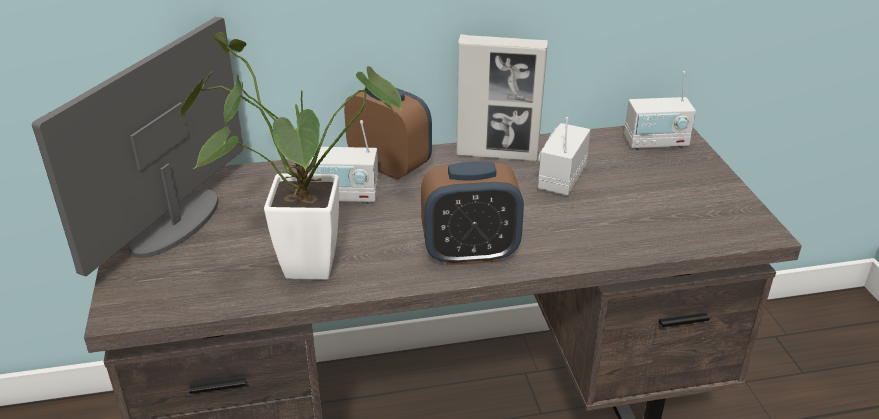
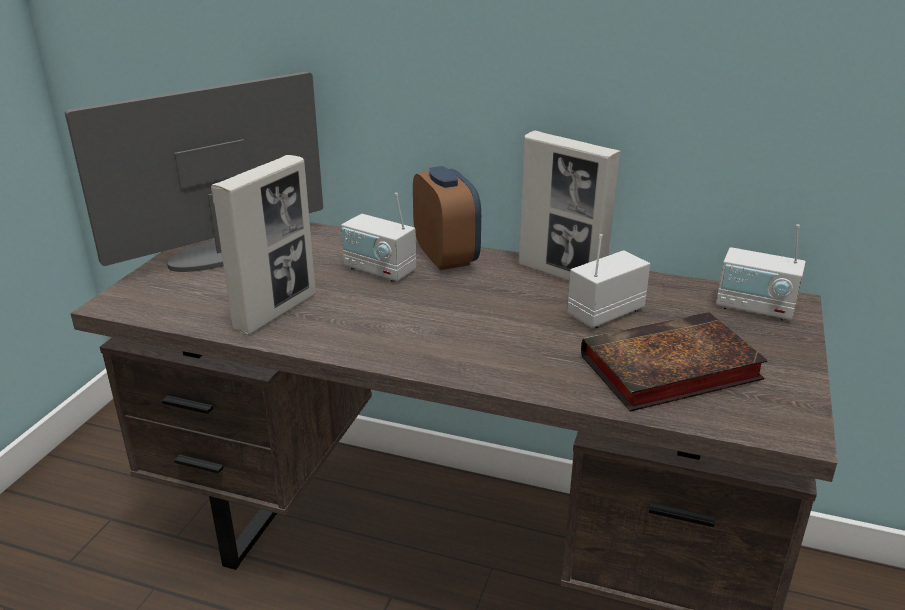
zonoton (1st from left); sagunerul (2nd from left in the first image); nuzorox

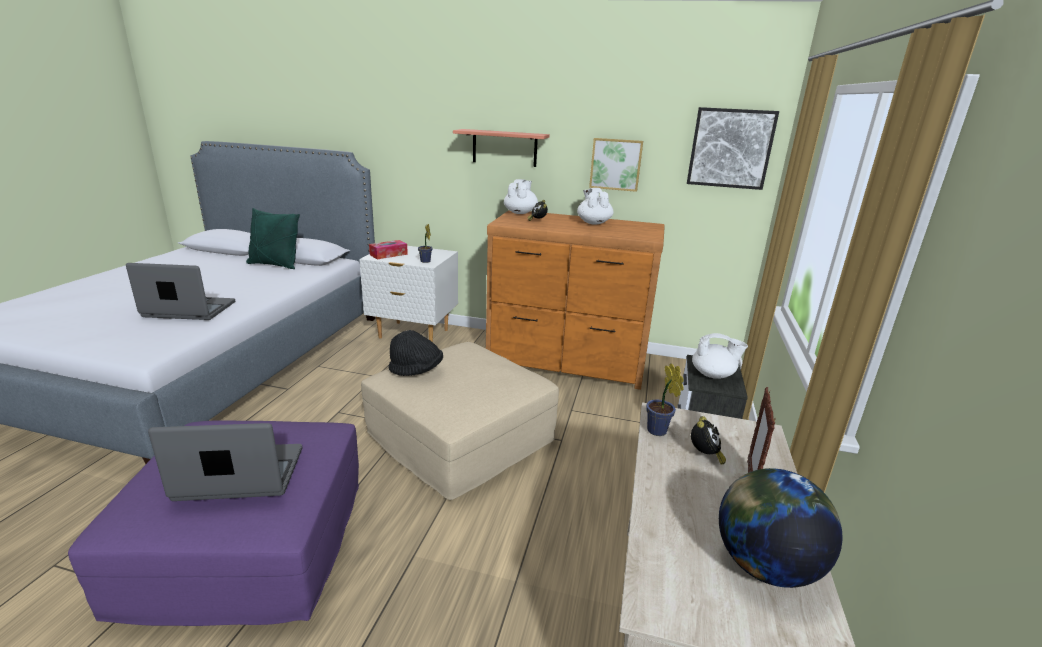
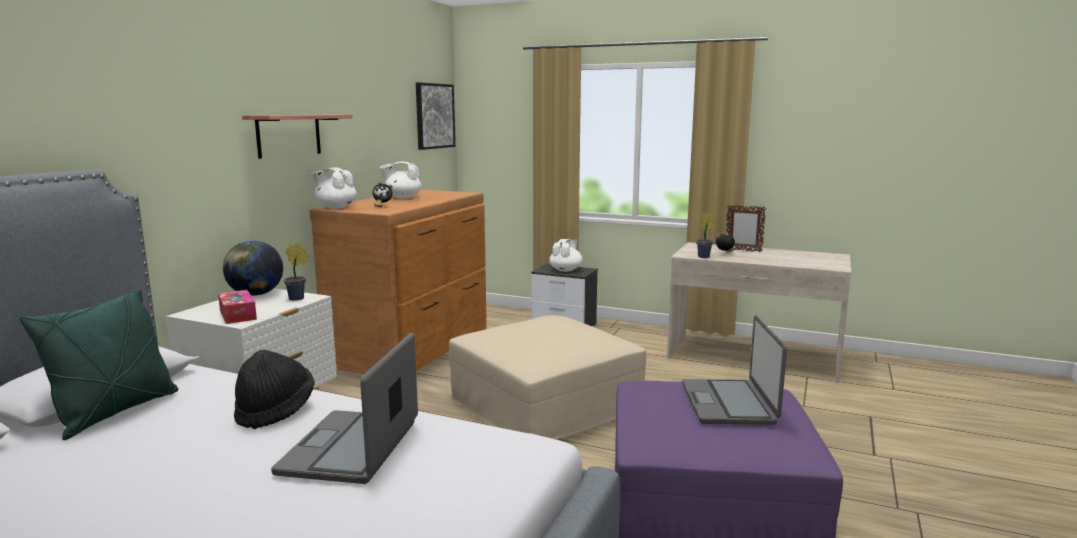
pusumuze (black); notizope (1st from left in the first image); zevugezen

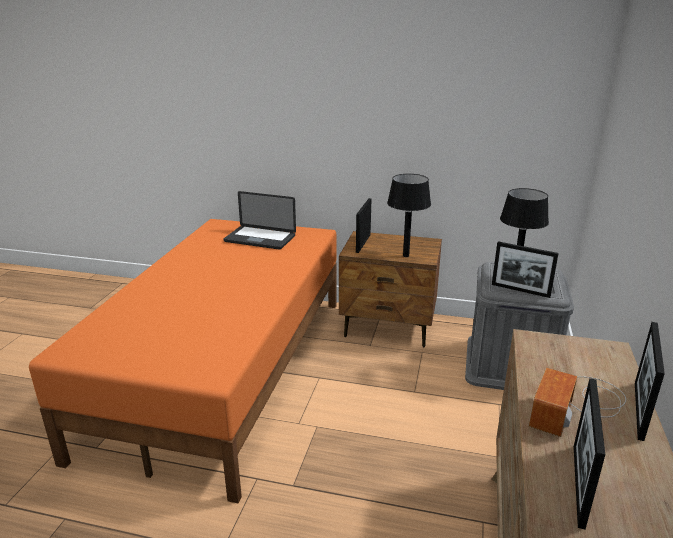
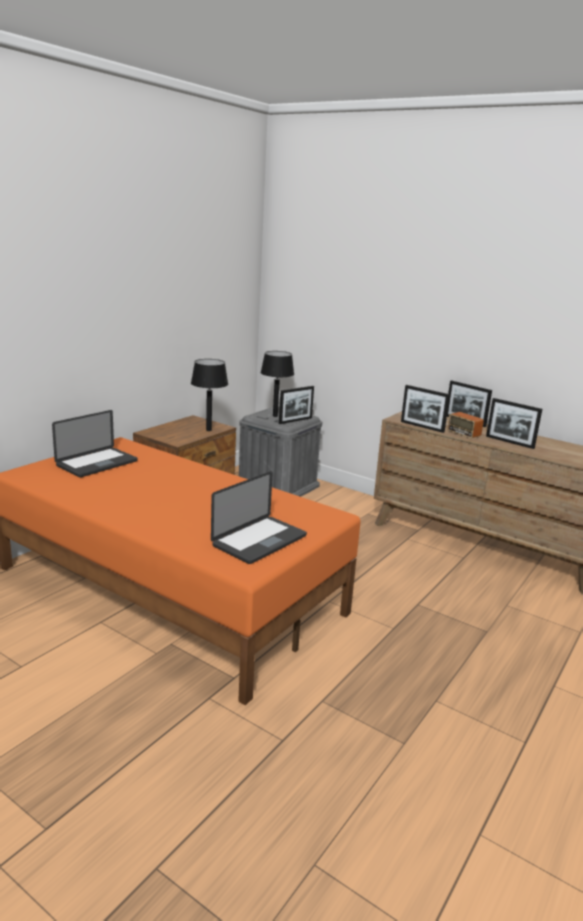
zonoton (2nd from left); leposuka (2nd from left)

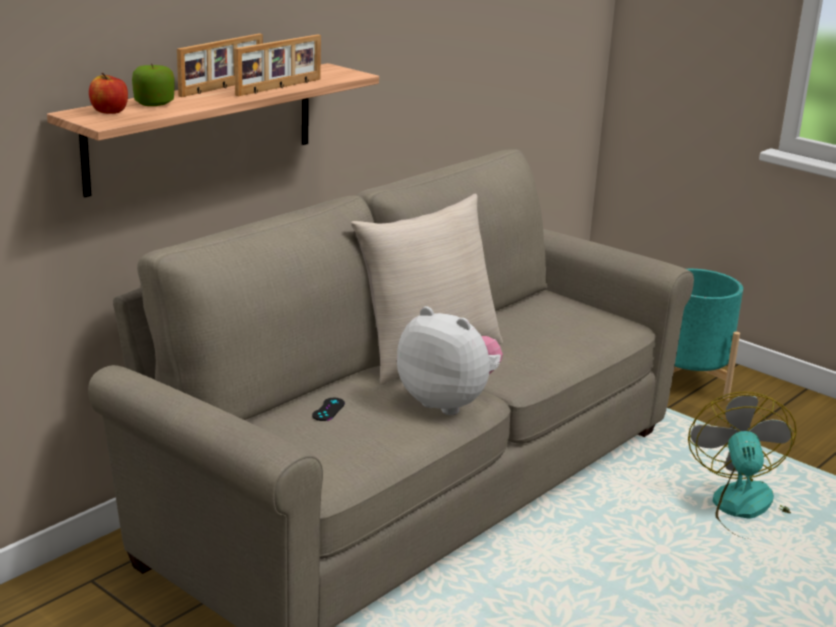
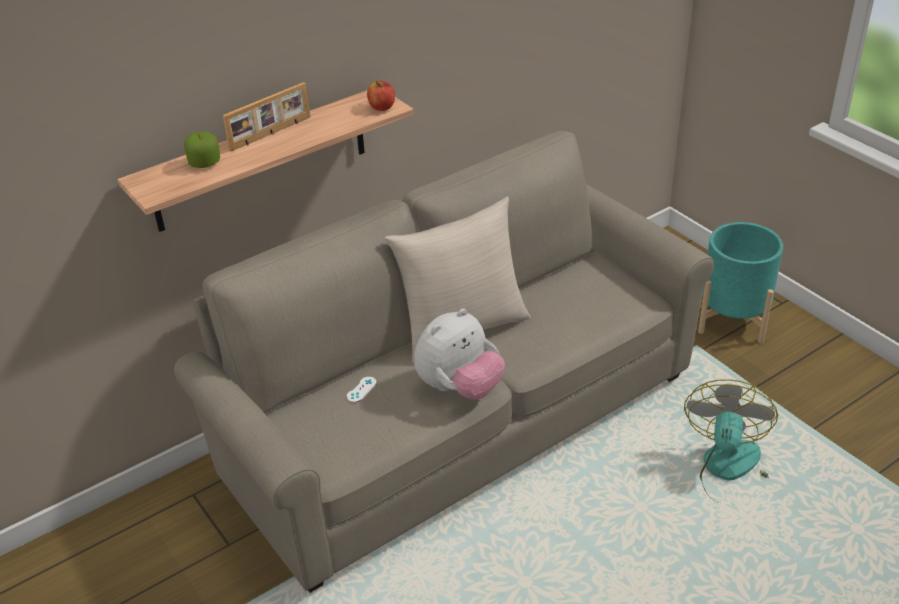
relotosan (2nd from left); zonoton (2nd from left in the first image); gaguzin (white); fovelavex

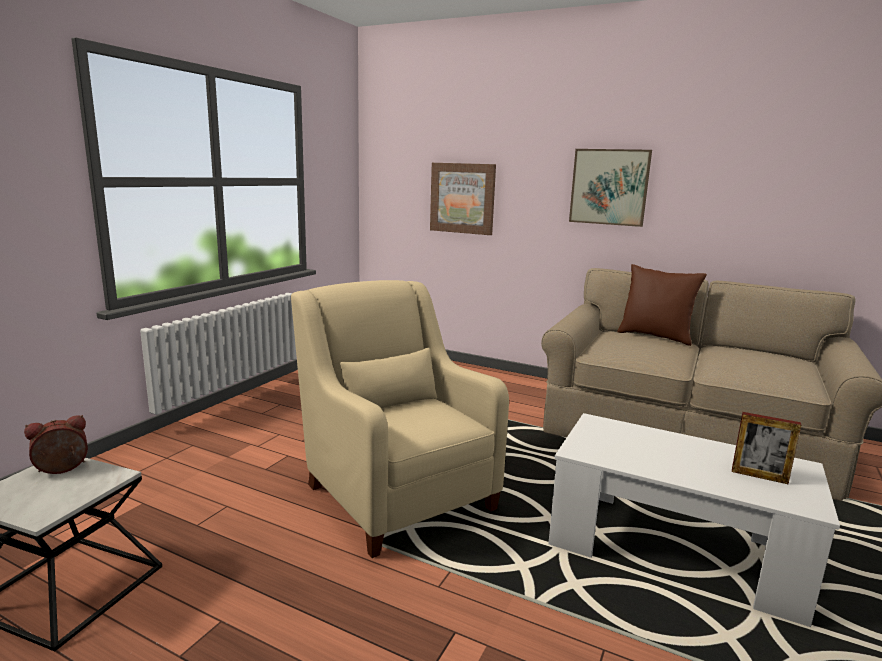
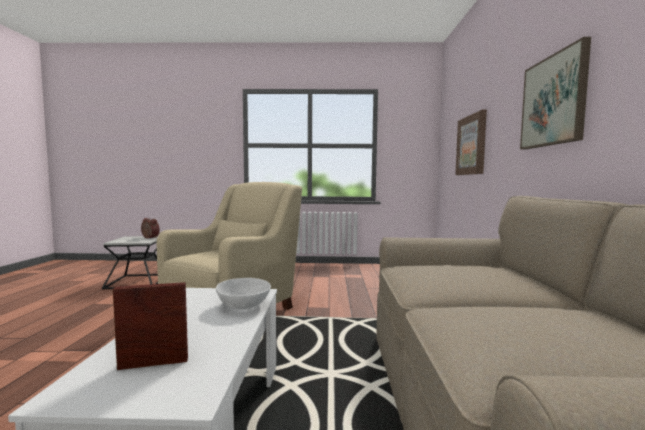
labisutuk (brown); zonoton; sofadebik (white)

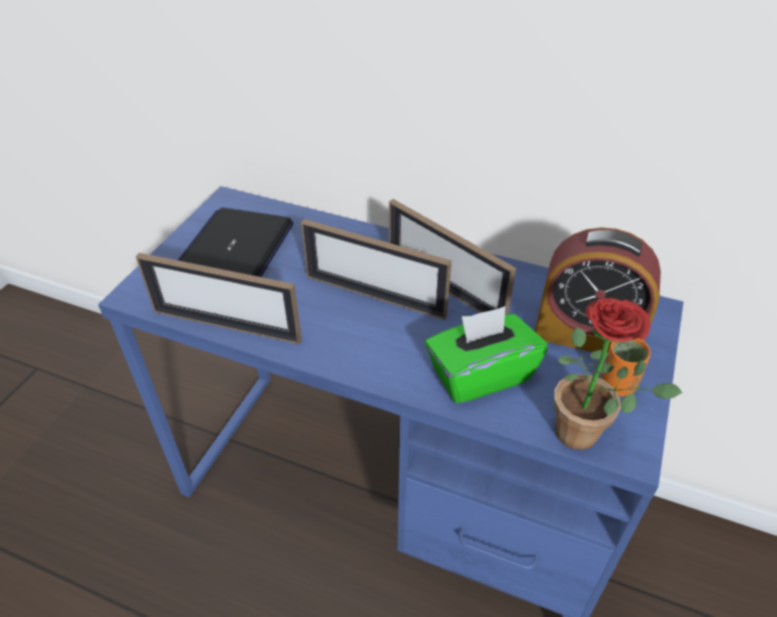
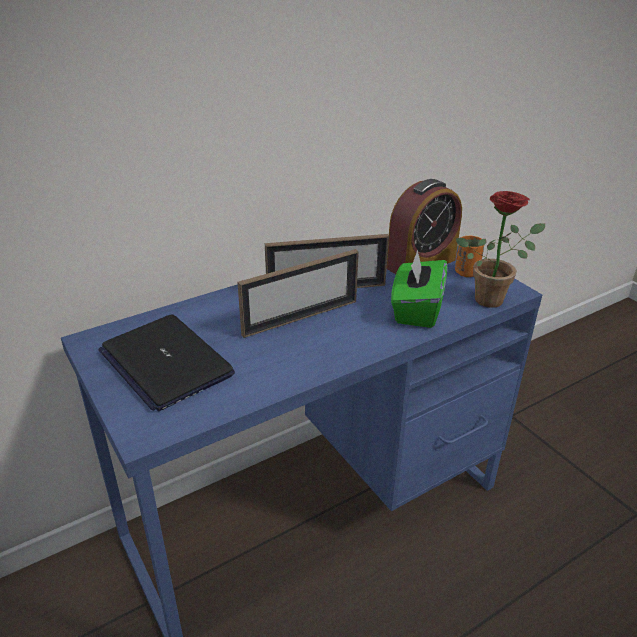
zonoton (1st from left in the first image)

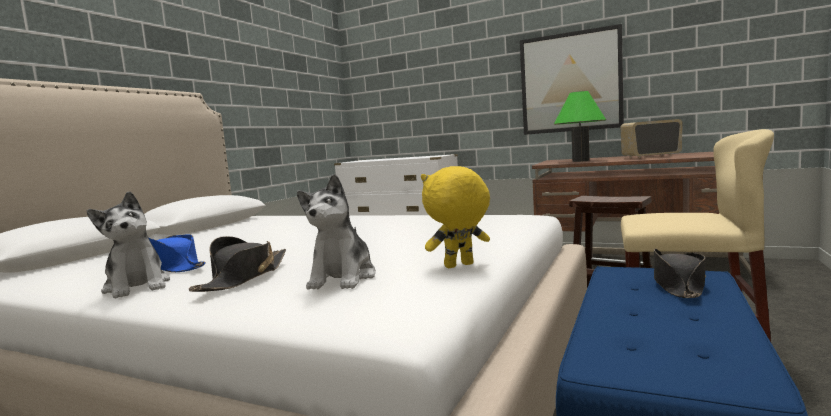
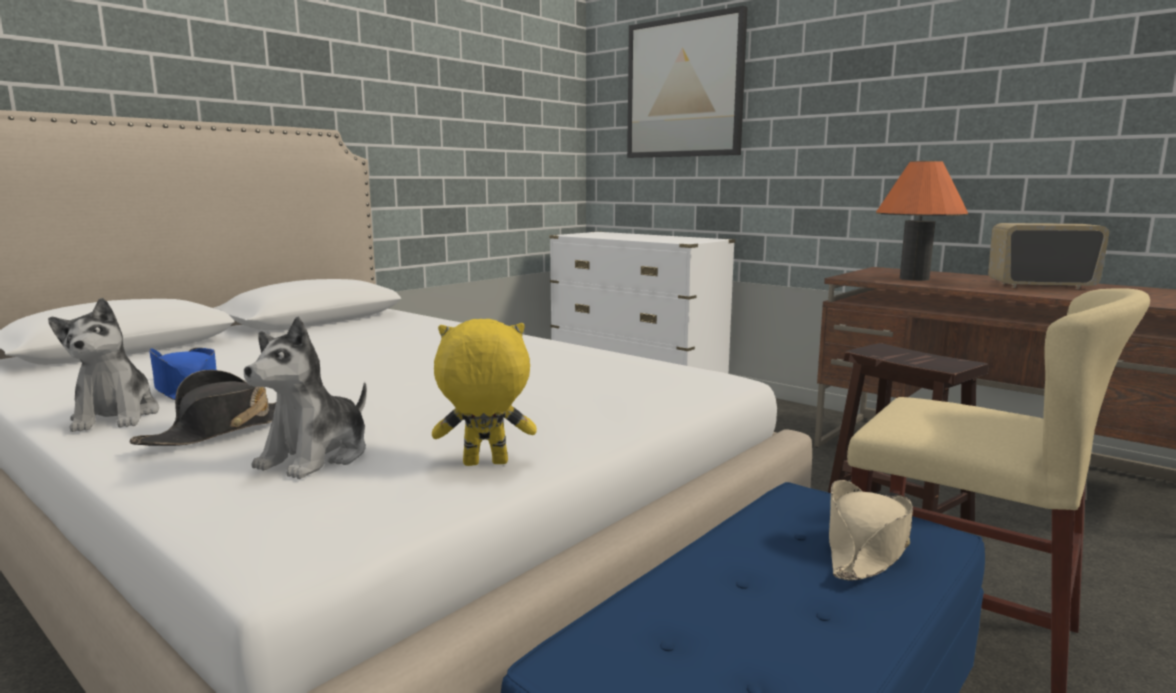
notizope; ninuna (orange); pusumuze (beige)

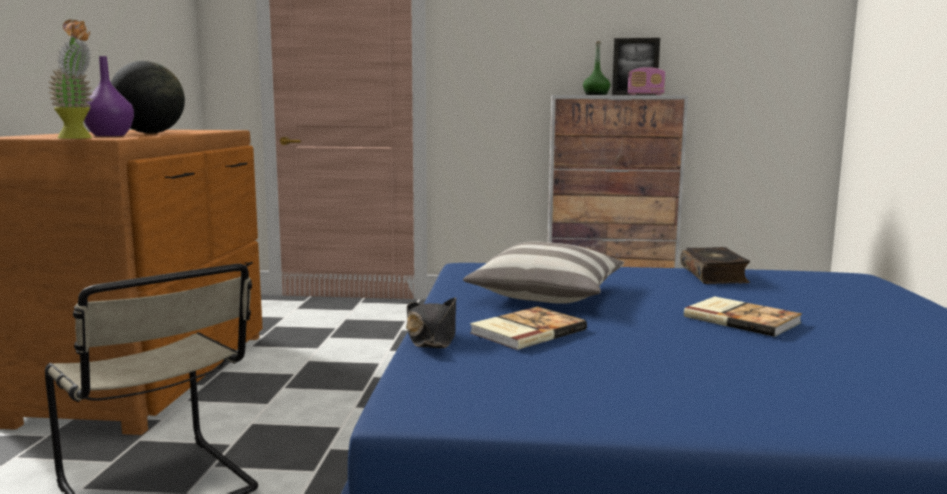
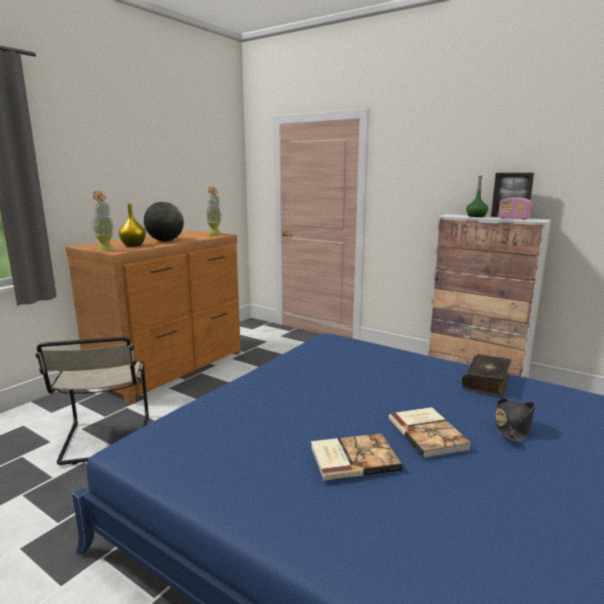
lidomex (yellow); pusumuze (black); labisutuk; nuzorox (1st from left); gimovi (2nd from left)

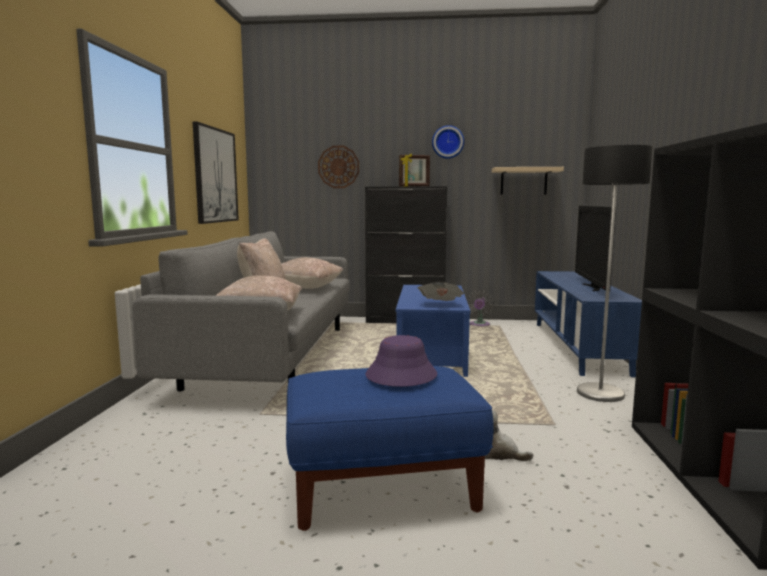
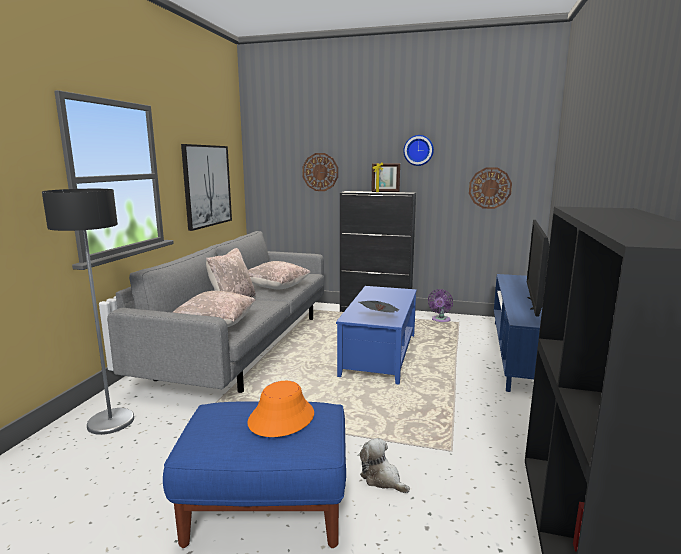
pusumuze (orange); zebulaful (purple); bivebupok (3rd from left); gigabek

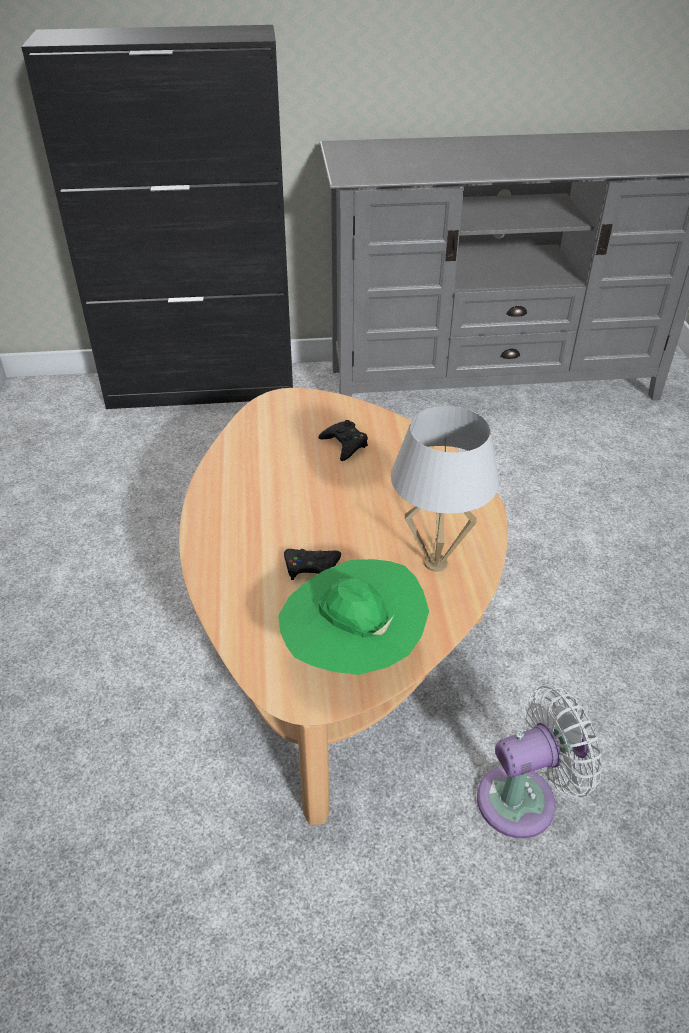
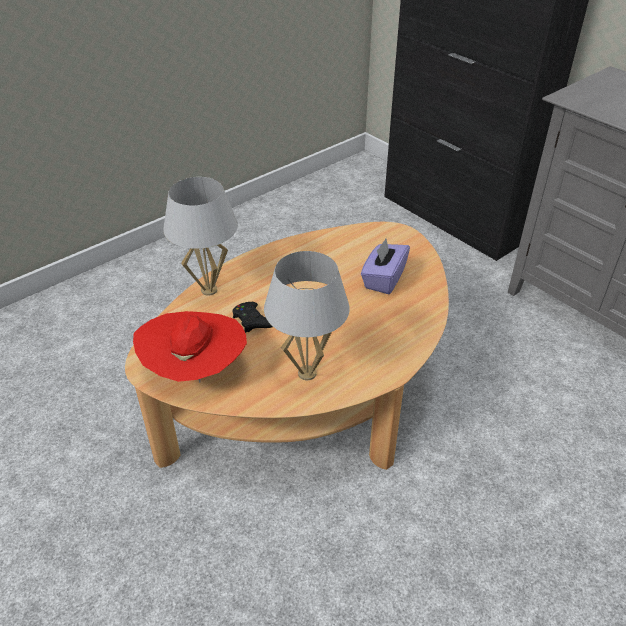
pusumuze (red); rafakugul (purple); zebulaful (white); ninuna (white) (1st from left)

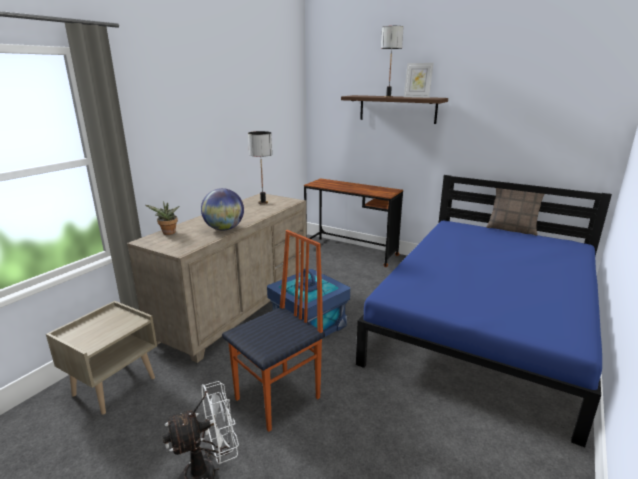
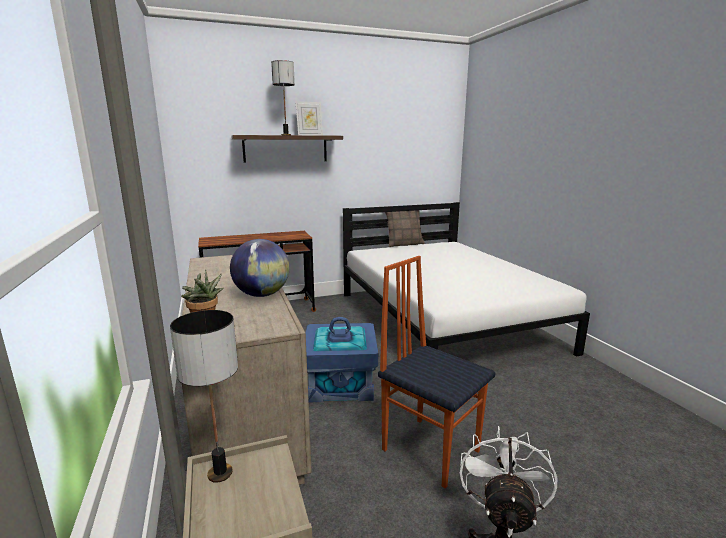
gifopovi; ninuna (1st from left); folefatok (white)

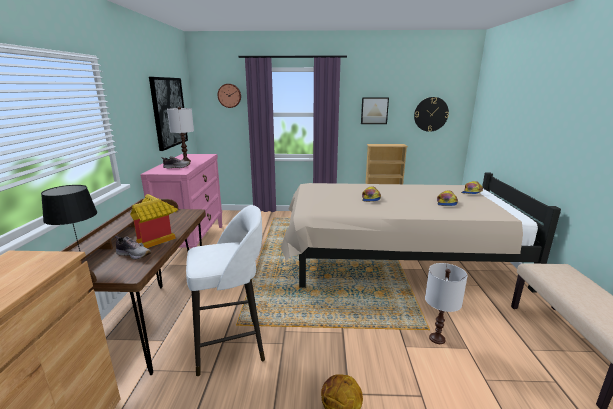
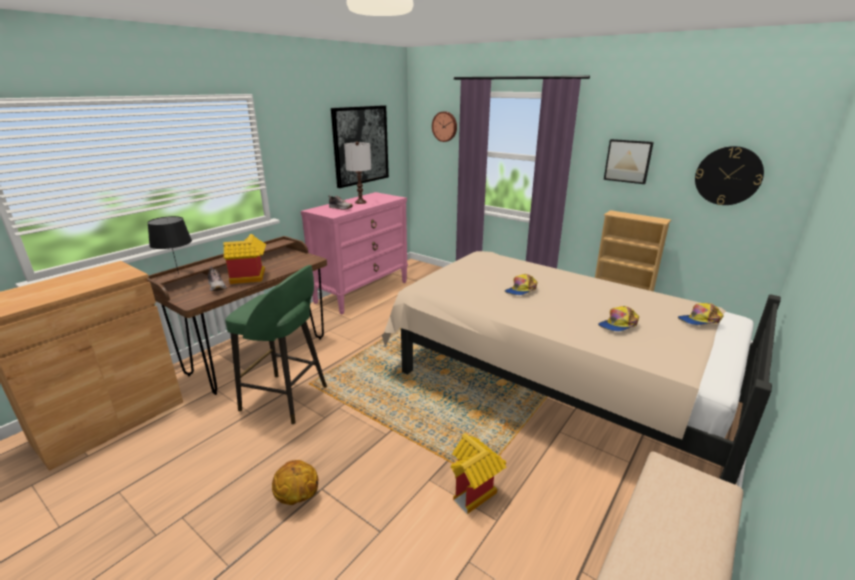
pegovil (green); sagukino (2nd from left)

